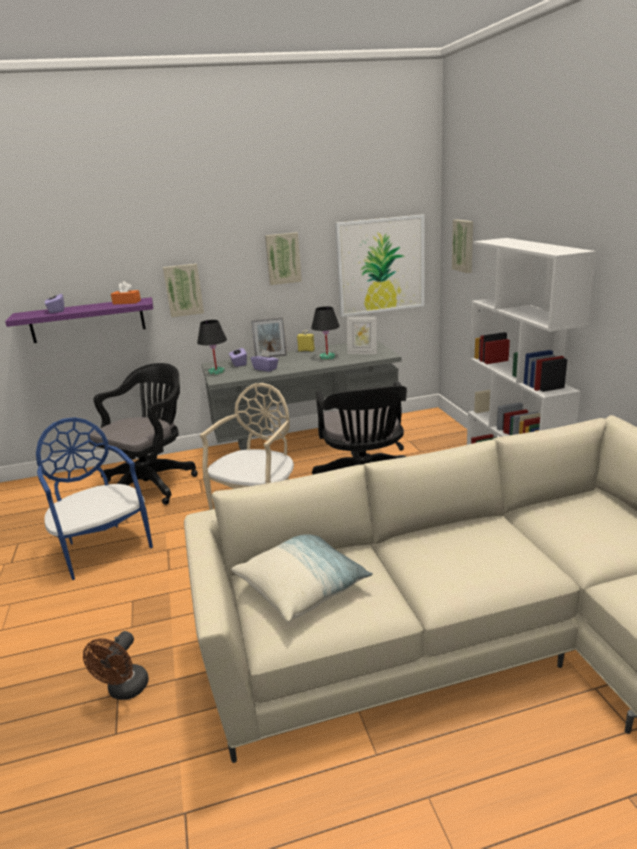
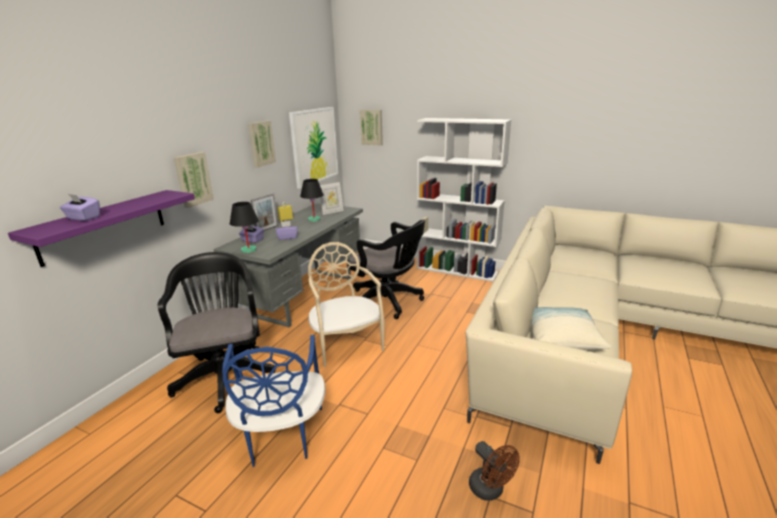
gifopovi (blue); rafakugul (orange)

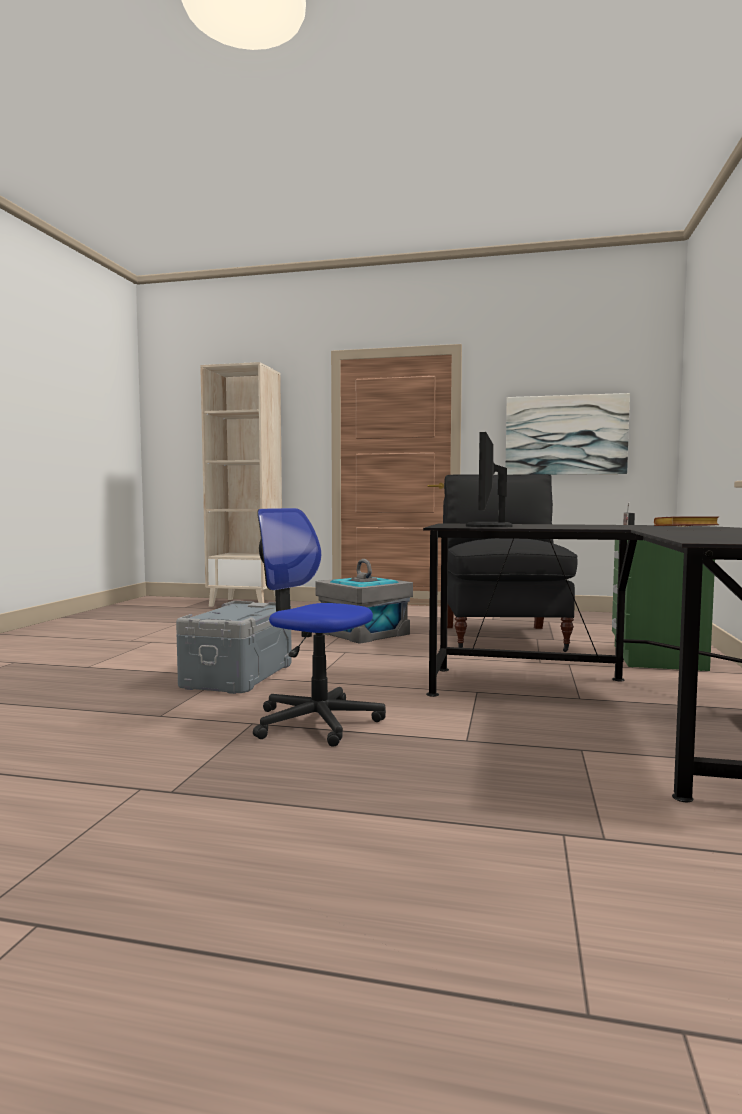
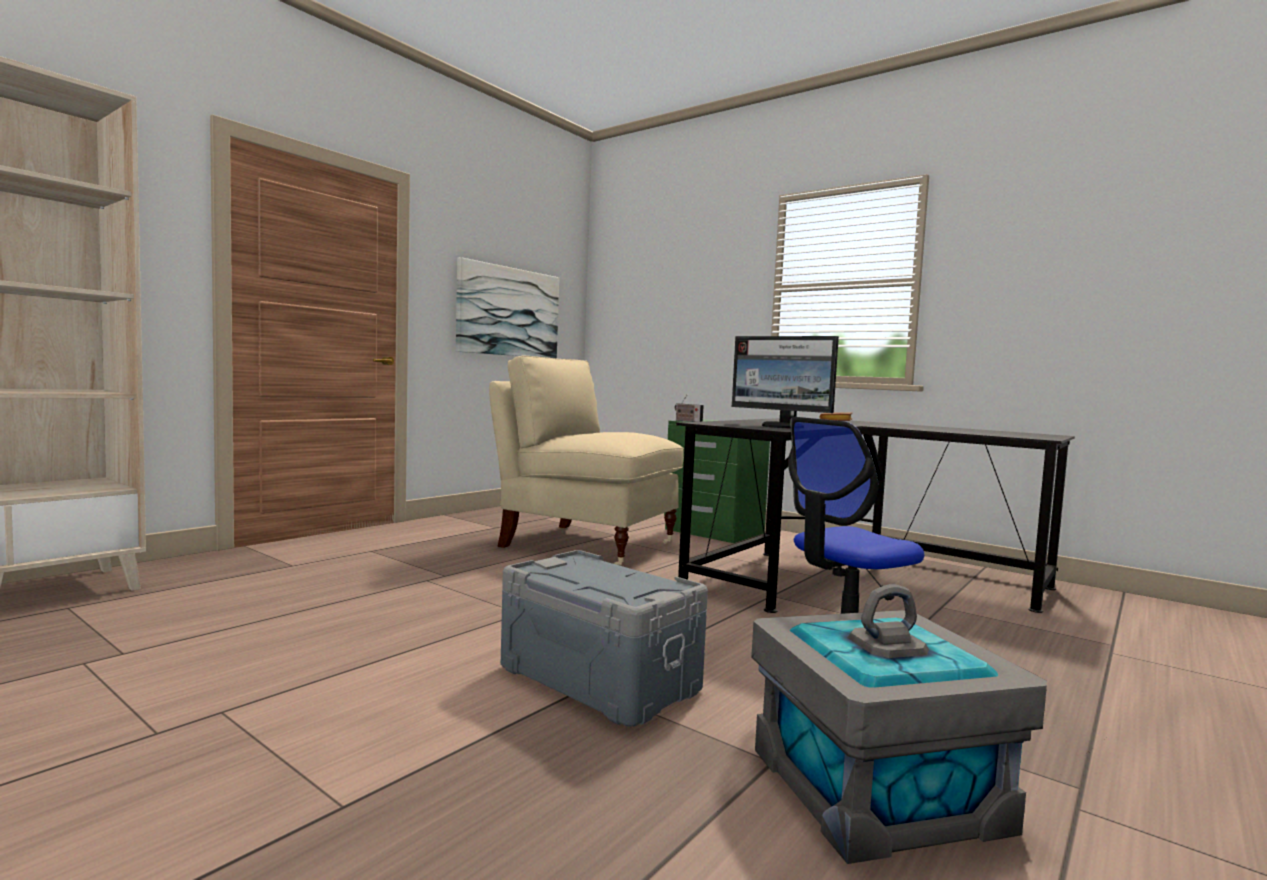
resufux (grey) (2nd from left); gifopovi (beige)

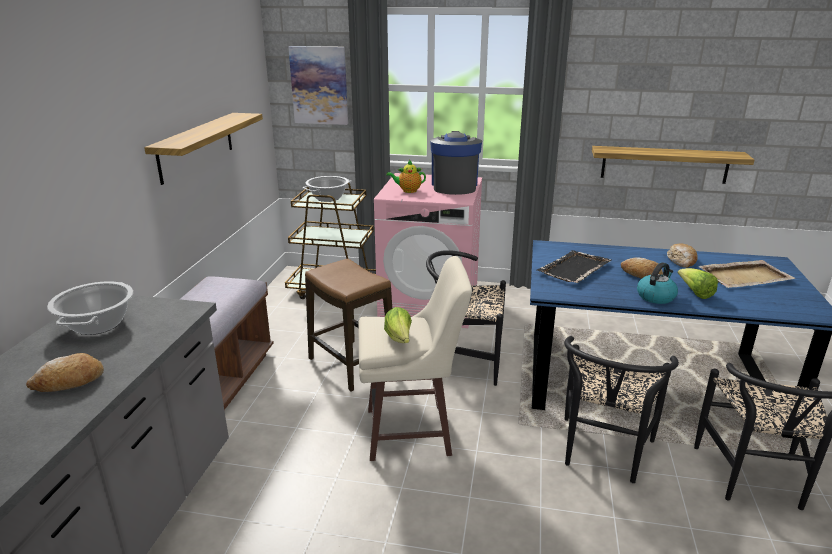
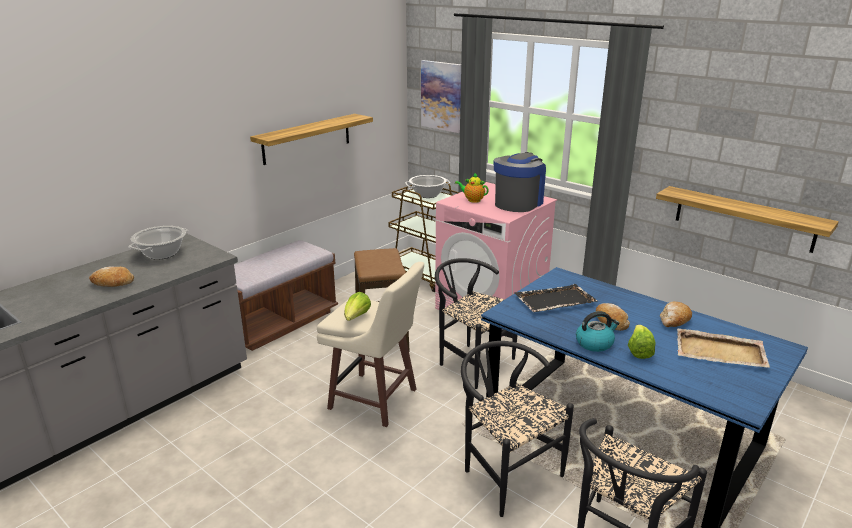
gifopovi (black) (2nd from left)

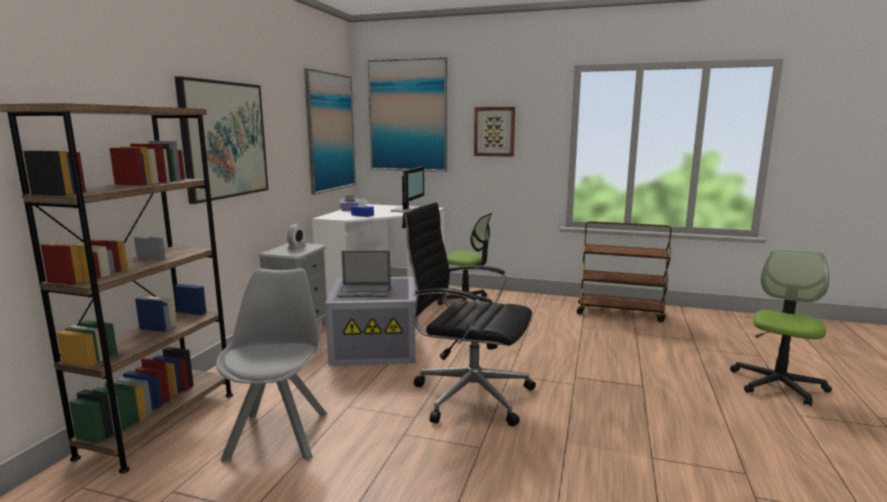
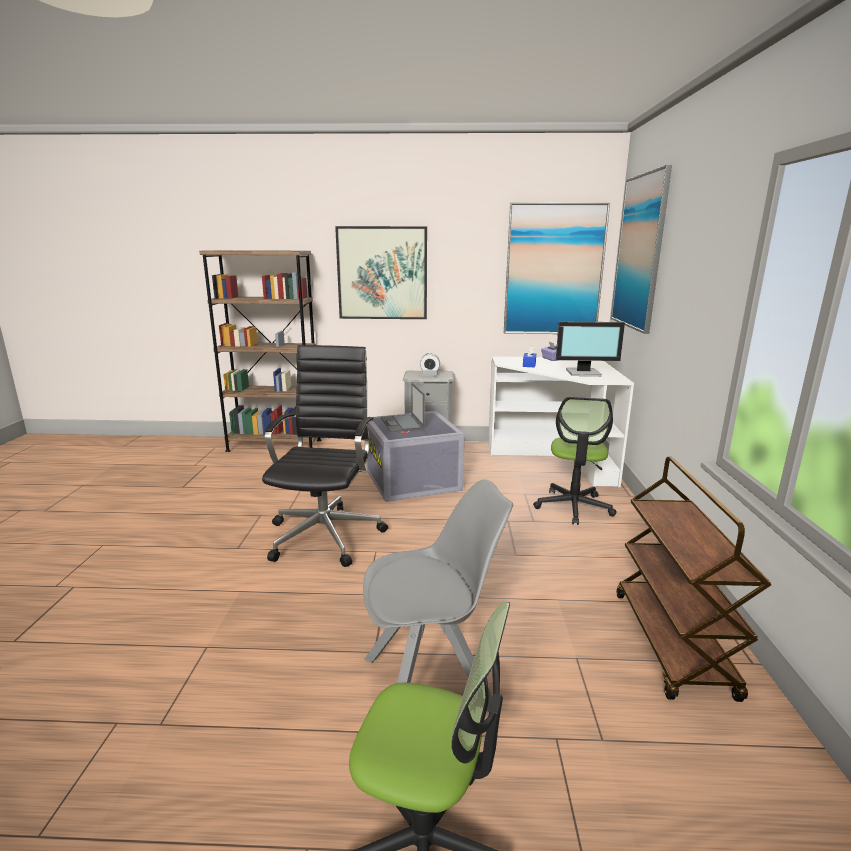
gifopovi (grey); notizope (4th from left in the first image)

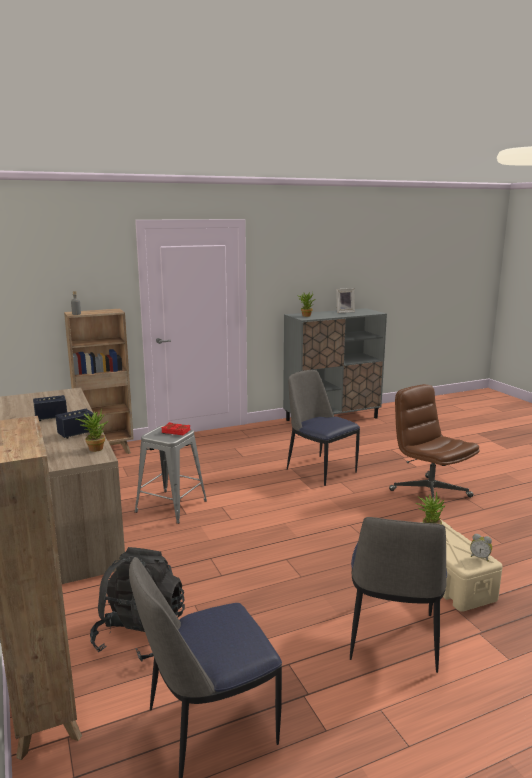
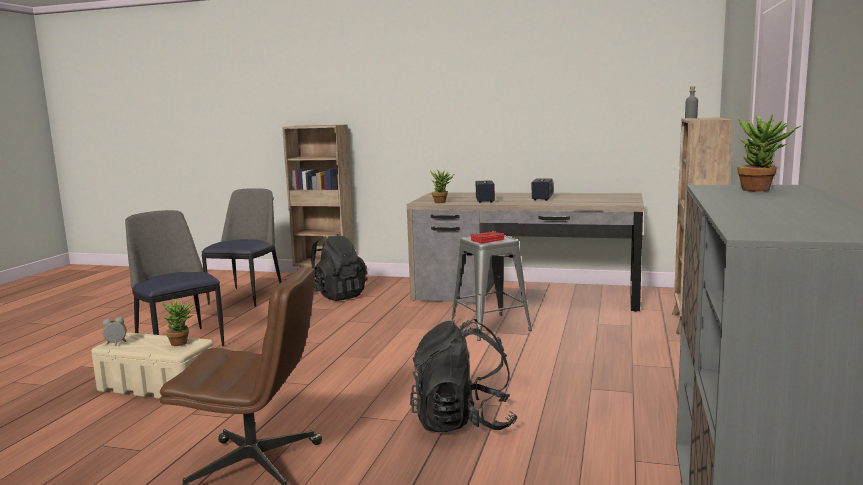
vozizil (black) (2nd from left); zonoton

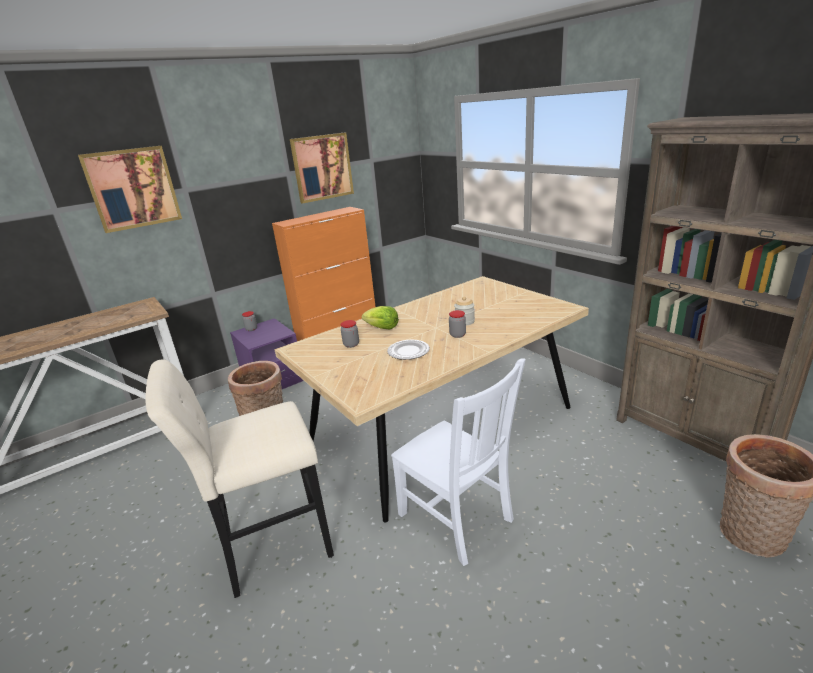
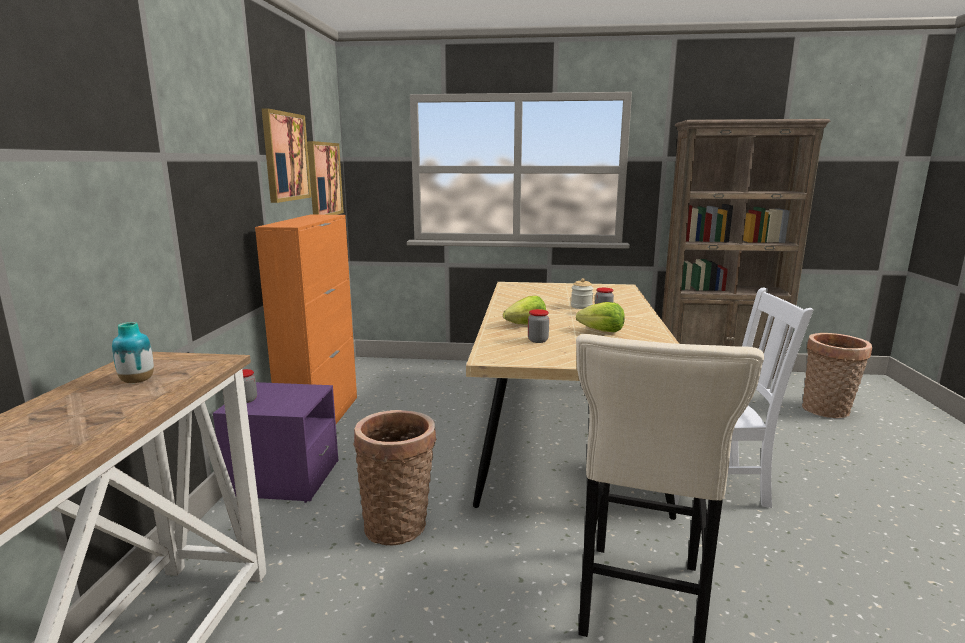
notizope (2nd from left); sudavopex (2nd from left); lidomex

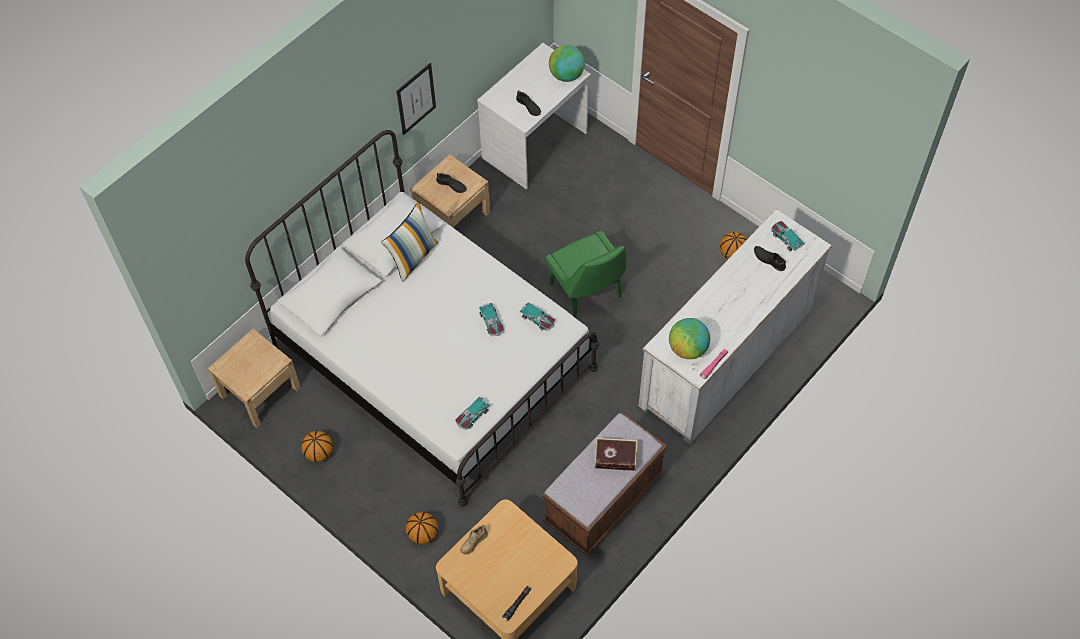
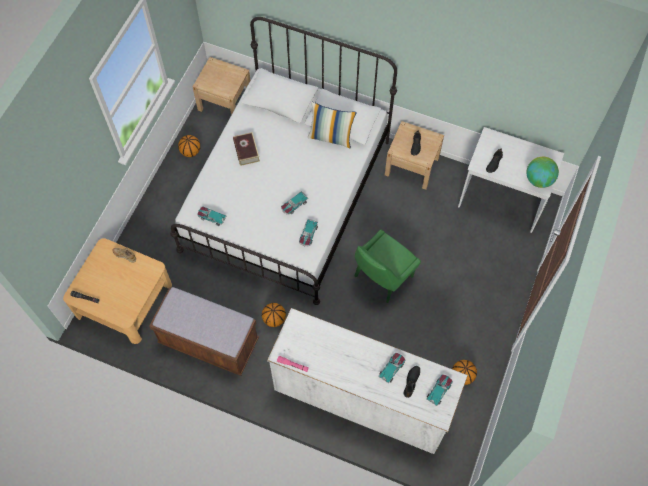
notizope; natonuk (2nd from left); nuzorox; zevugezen (2nd from left in the first image); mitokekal (4th from left)

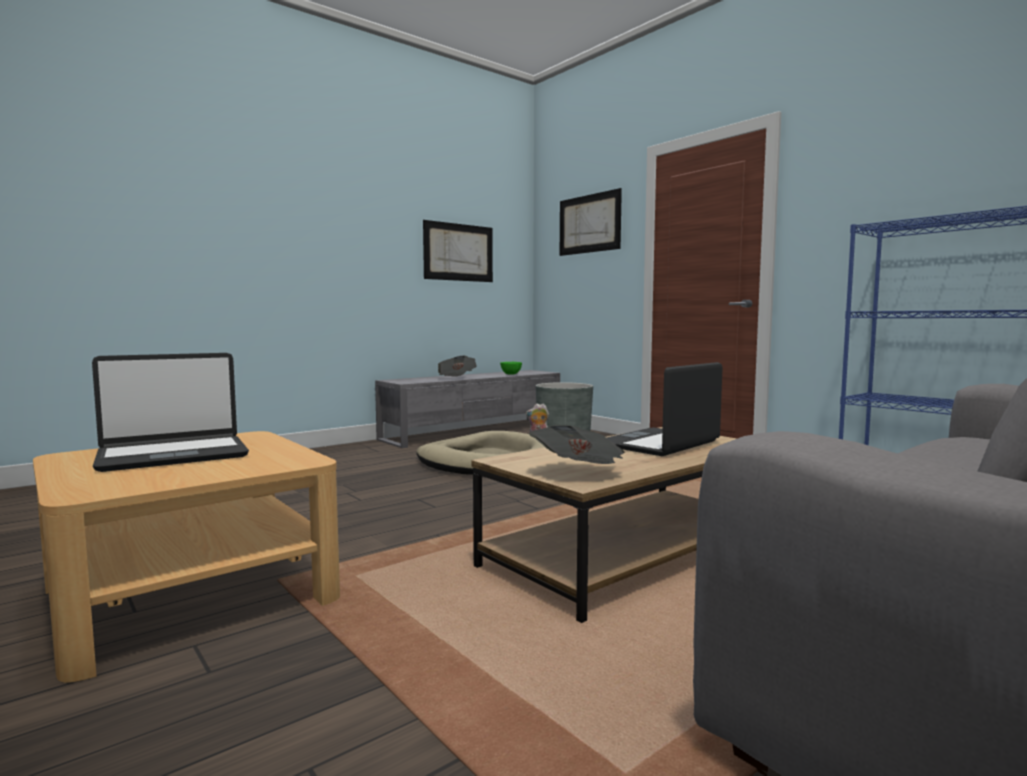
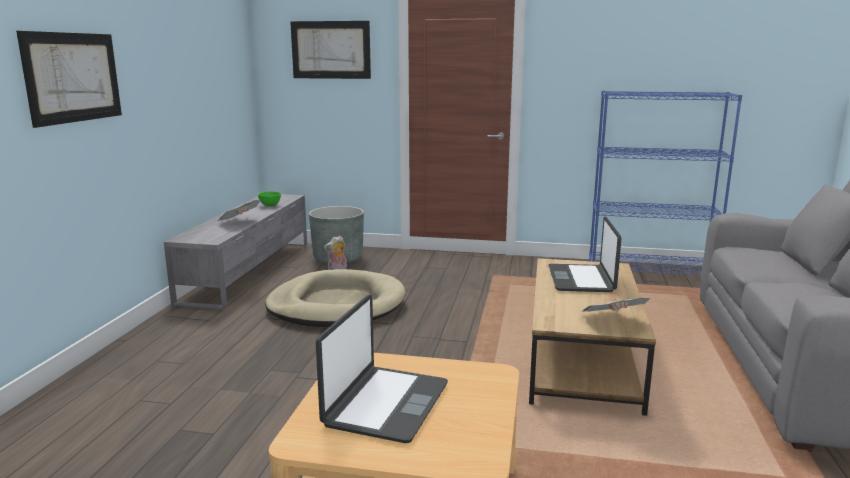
notizope (1st from left)

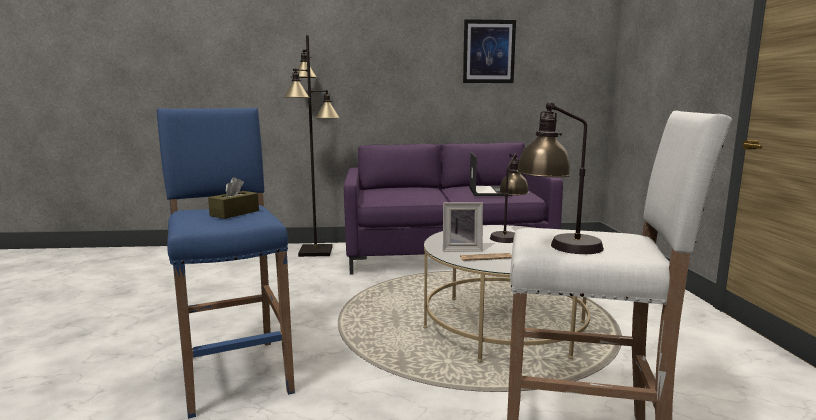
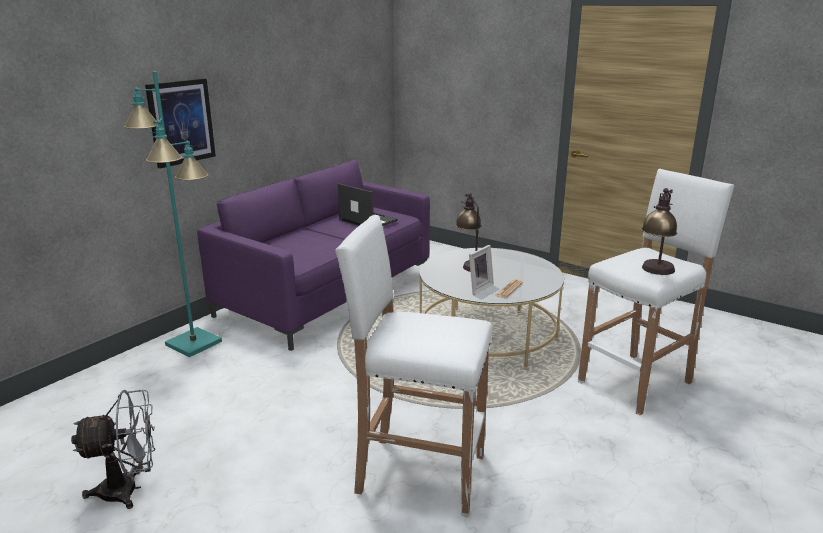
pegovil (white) (1st from left); rafakugul (brown); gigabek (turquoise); notizope; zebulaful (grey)

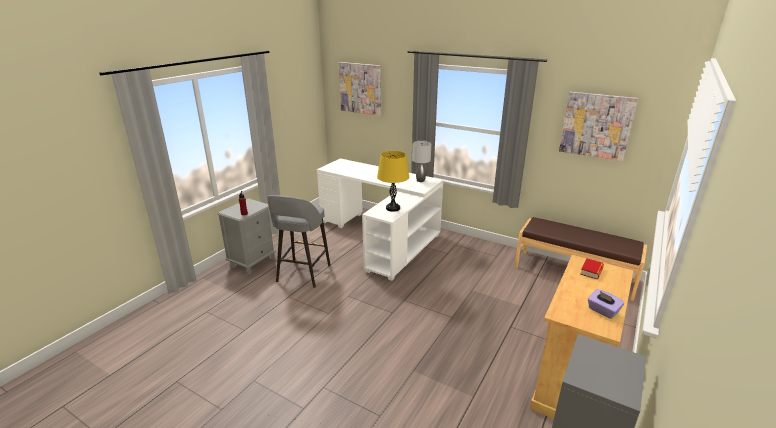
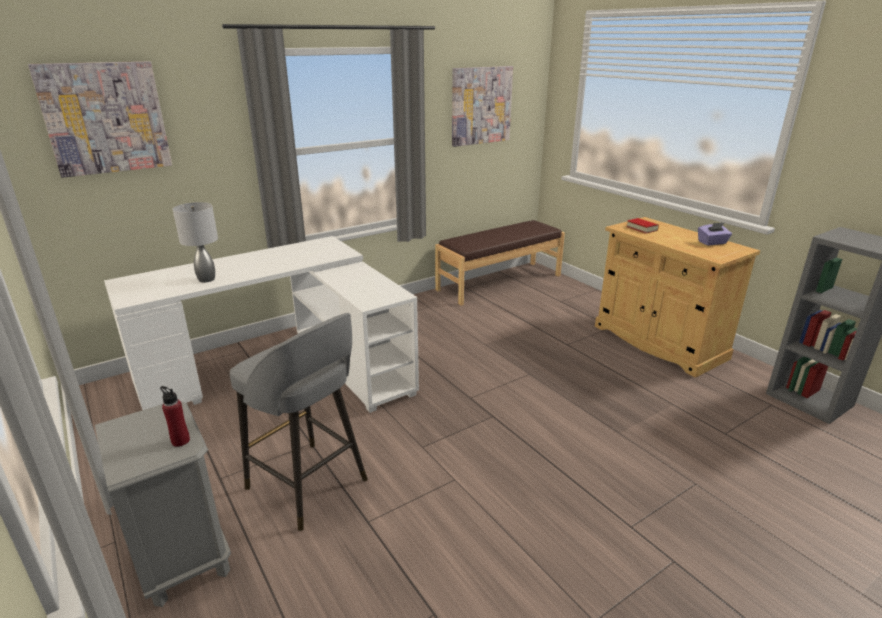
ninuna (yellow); ninuna (grey)

